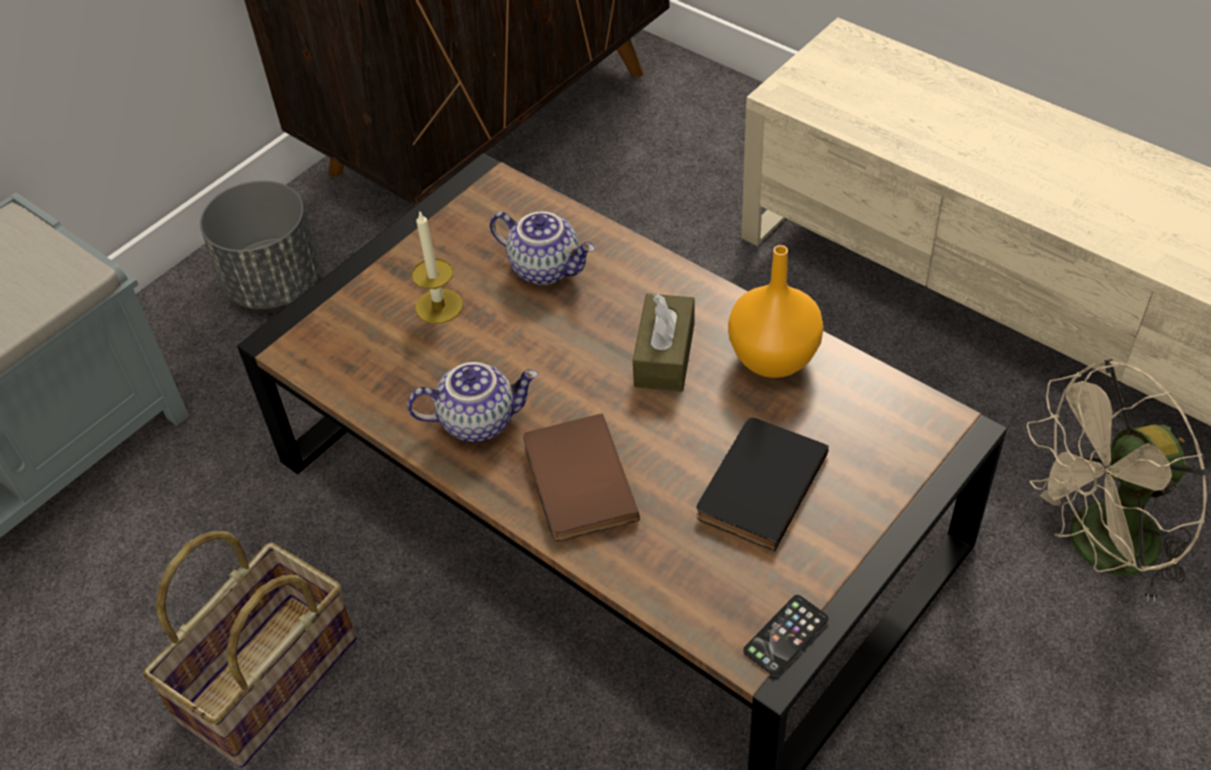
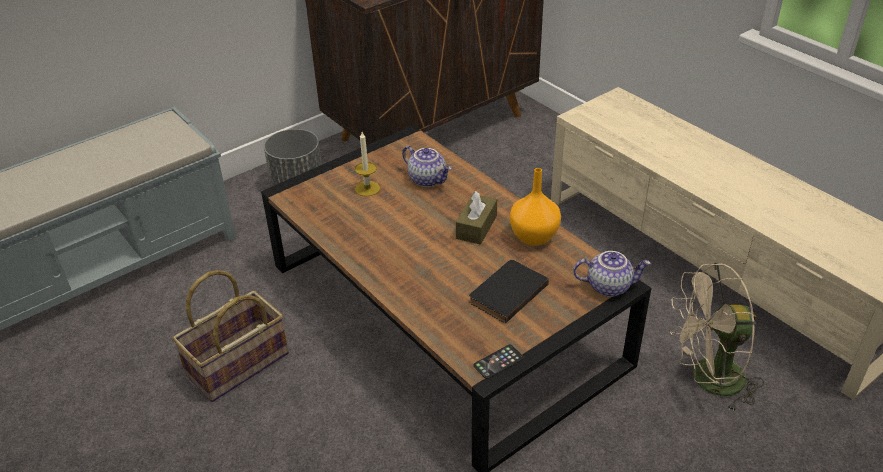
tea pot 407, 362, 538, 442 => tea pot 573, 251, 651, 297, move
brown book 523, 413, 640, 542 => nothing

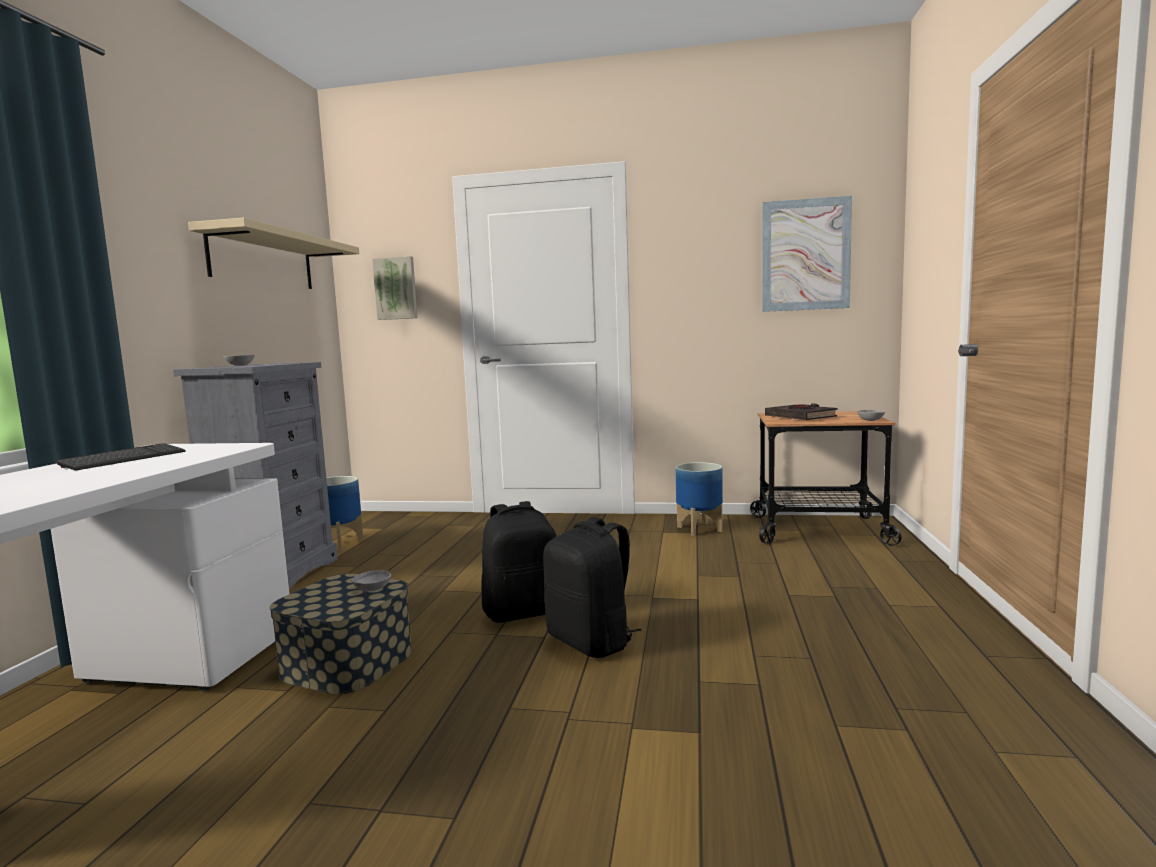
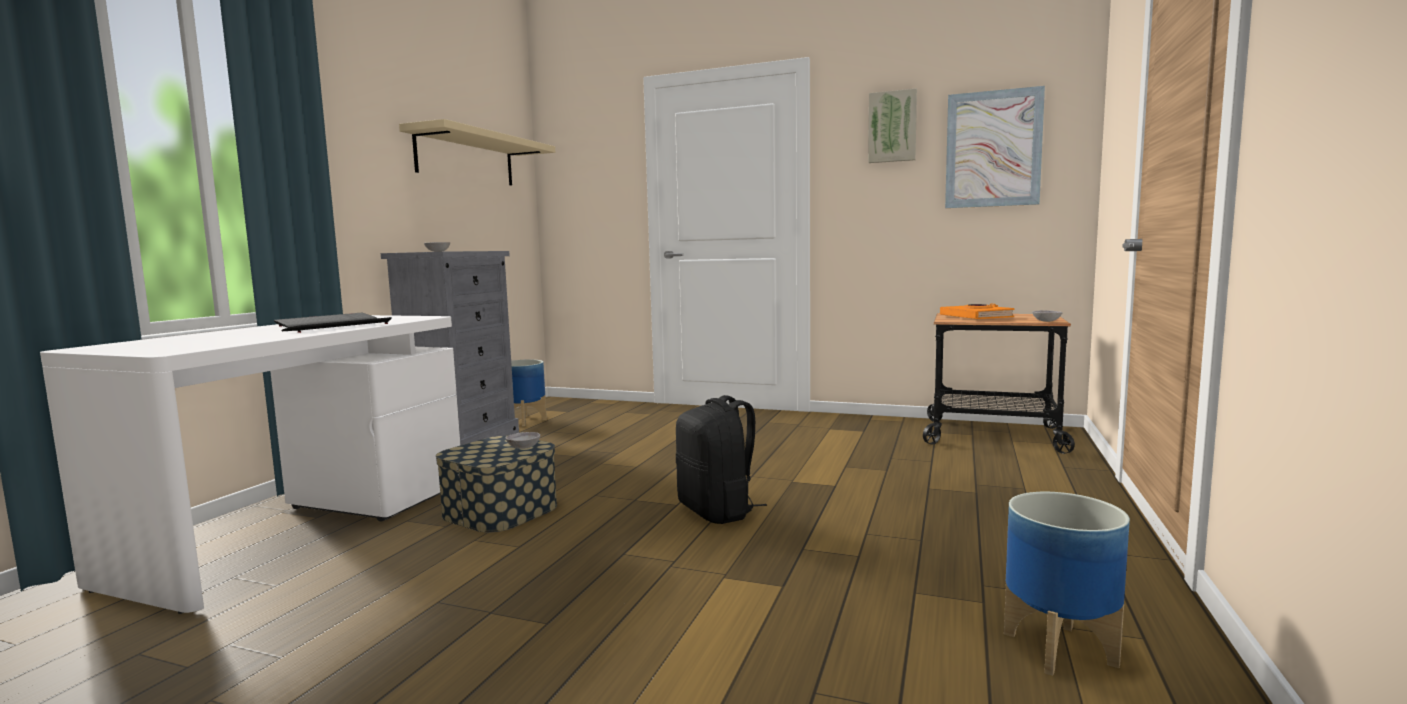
picture 372, 256, 417, 320 => picture 868, 88, 917, 163, move
black knapsack 481, 501, 557, 623 => nothing
flower pot 675, 462, 723, 536 => flower pot 1004, 492, 1130, 676, move
black book 765, 403, 837, 420 => orange-coloured book 940, 304, 1015, 319
nothing => keyboard 281, 317, 392, 333

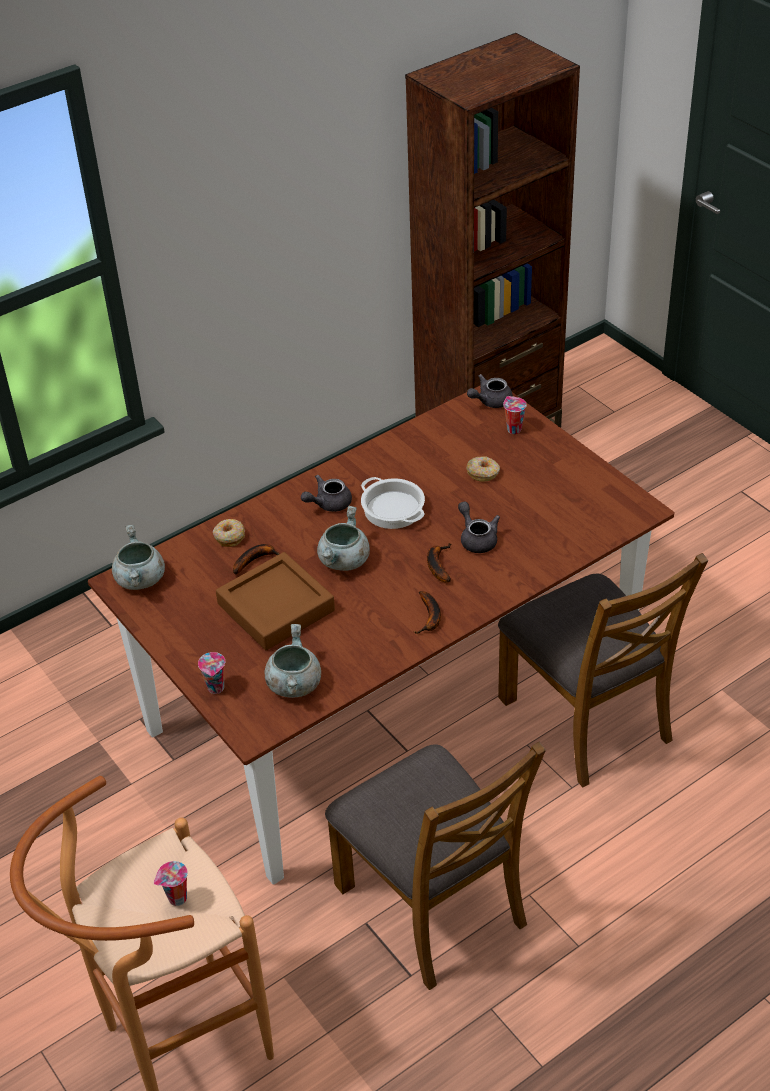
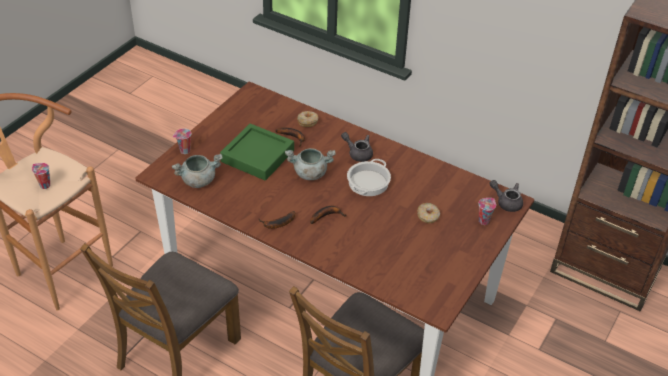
greyish cooking pot 112, 525, 165, 590 => nothing
brown carrying tray 216, 552, 335, 650 => greenish carrying tray 220, 123, 294, 181
greyish tea pot 458, 501, 500, 553 => nothing

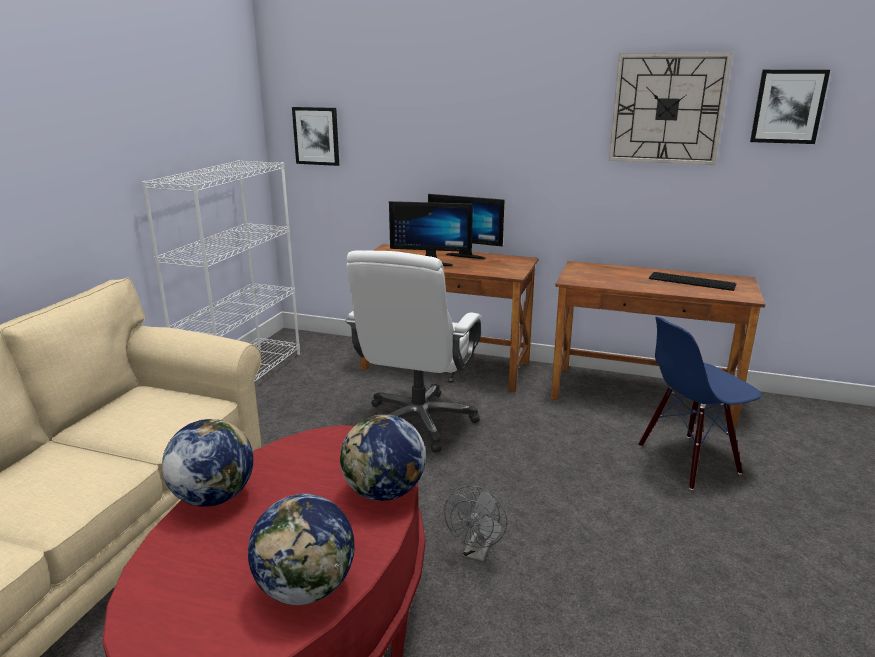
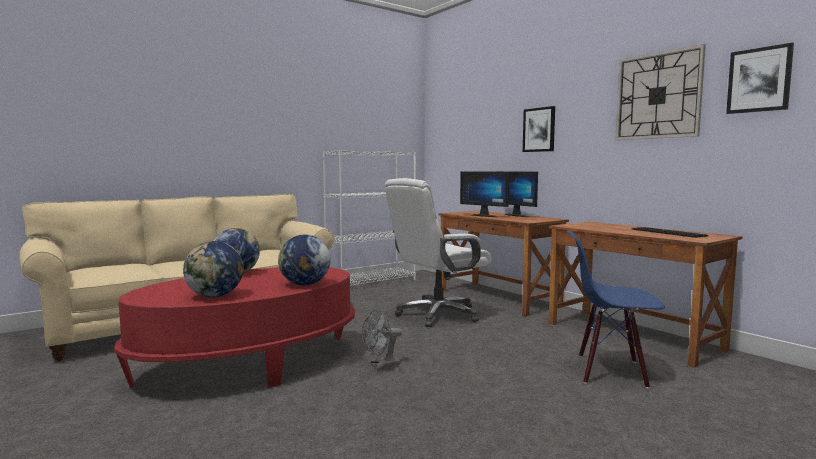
picture 292, 107, 339, 166 => picture 523, 106, 555, 152, move

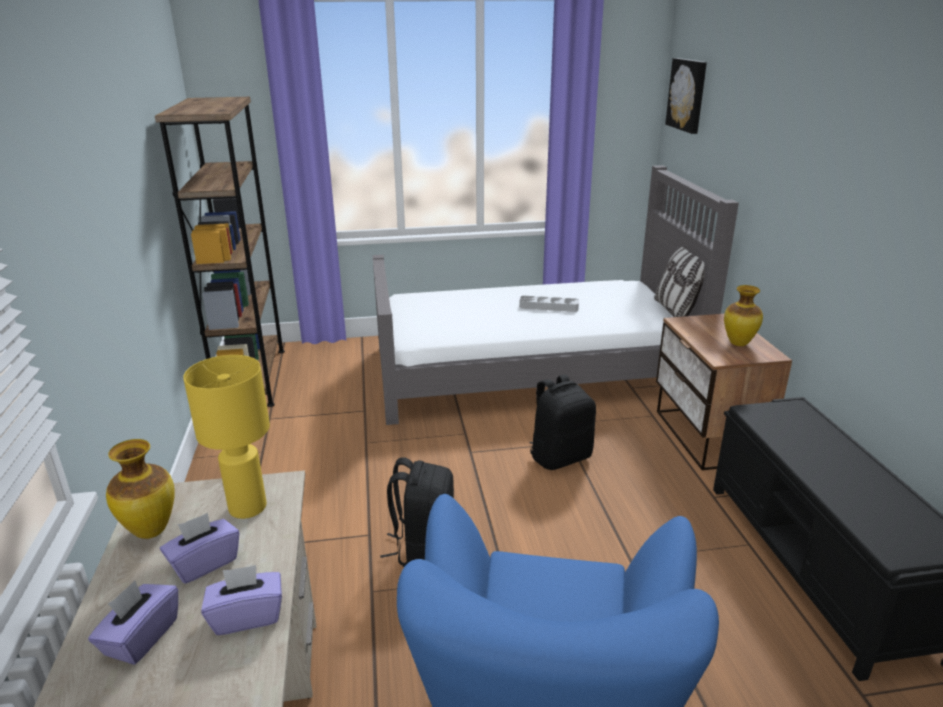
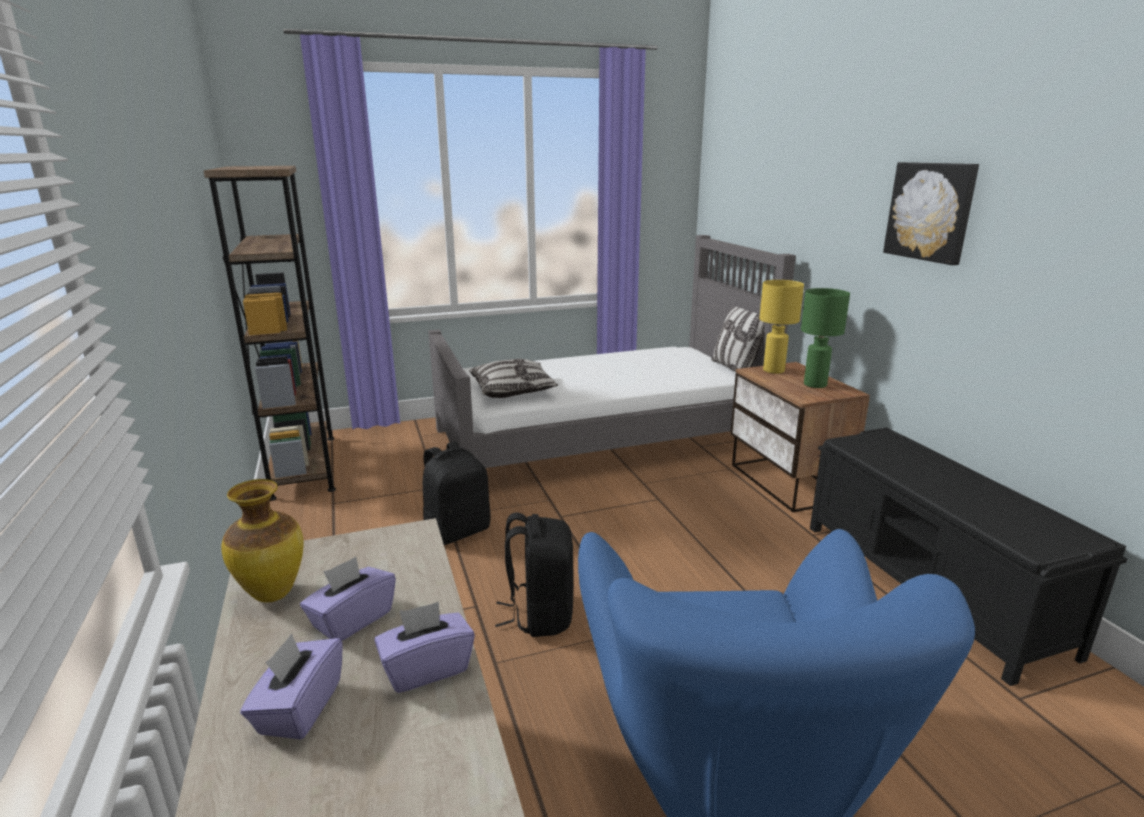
yellow tabletop lamp 183, 355, 270, 519 => yellow tabletop lamp 759, 280, 804, 374, move
greyish carrying tray 519, 296, 579, 312 => nothing
black knapsack 529, 374, 596, 470 => black knapsack 423, 441, 490, 545, move
picture 665, 58, 707, 134 => picture 883, 162, 979, 265, move
decorative vase 724, 285, 763, 346 => greenish tabletop lamp 801, 288, 850, 388
nothing => cushion 470, 359, 558, 398

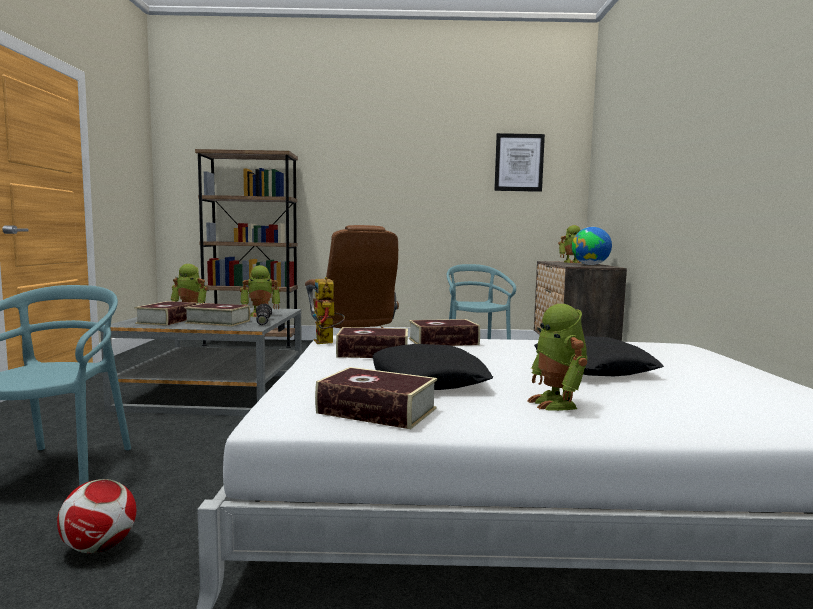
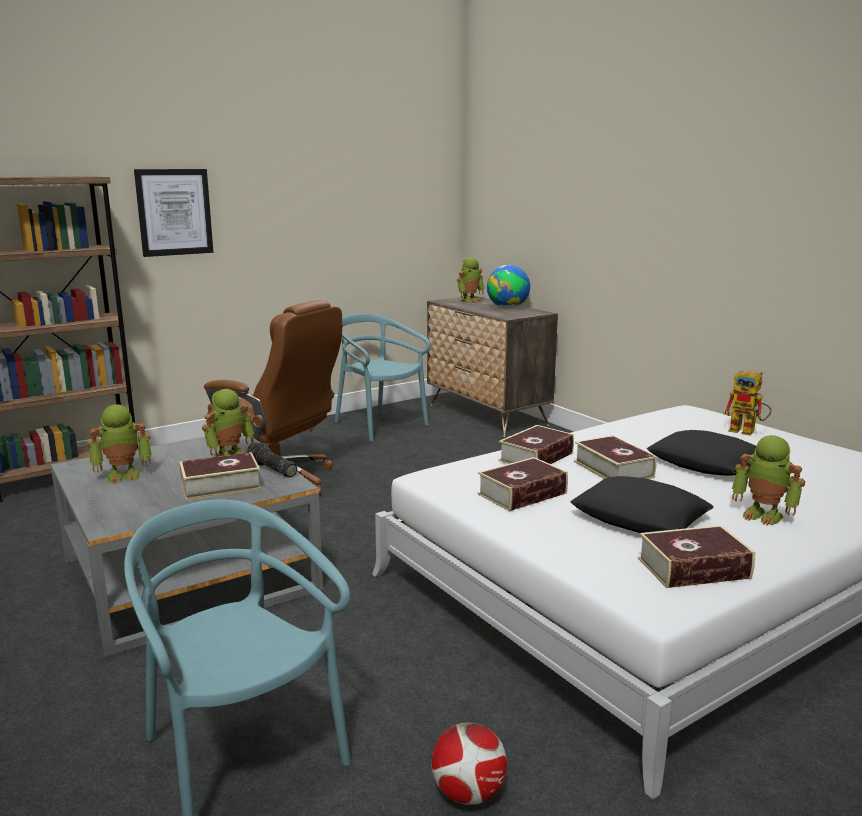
book 134, 301, 197, 326 => book 574, 436, 657, 479, move
toy robot 313, 277, 345, 344 => toy robot 723, 370, 771, 436, move
picture 494, 133, 545, 192 => picture 134, 169, 213, 257, move

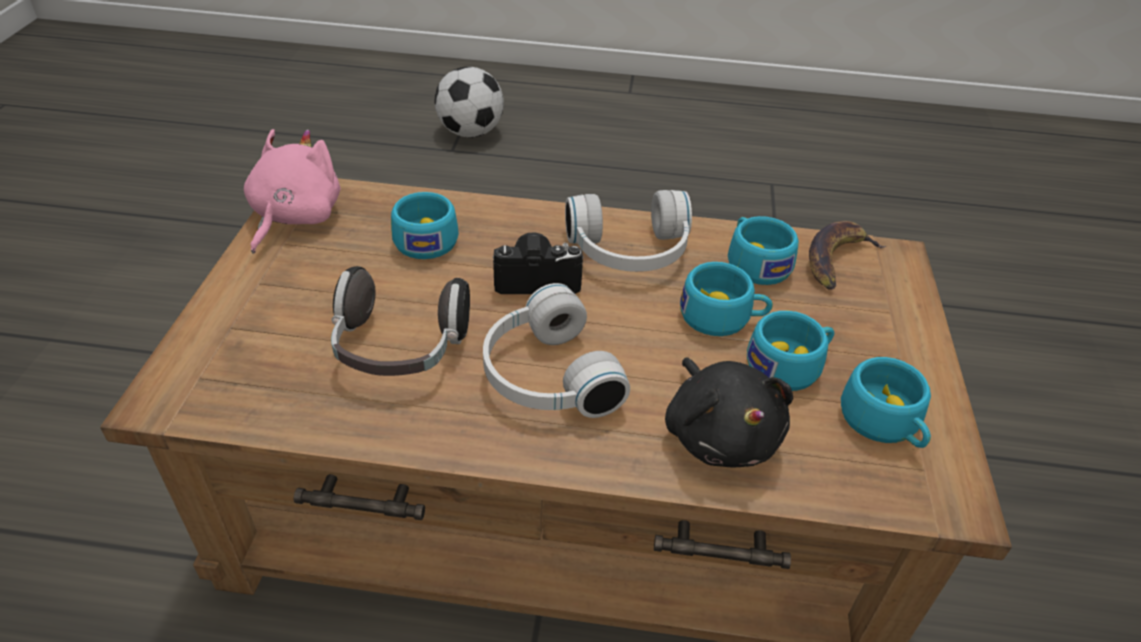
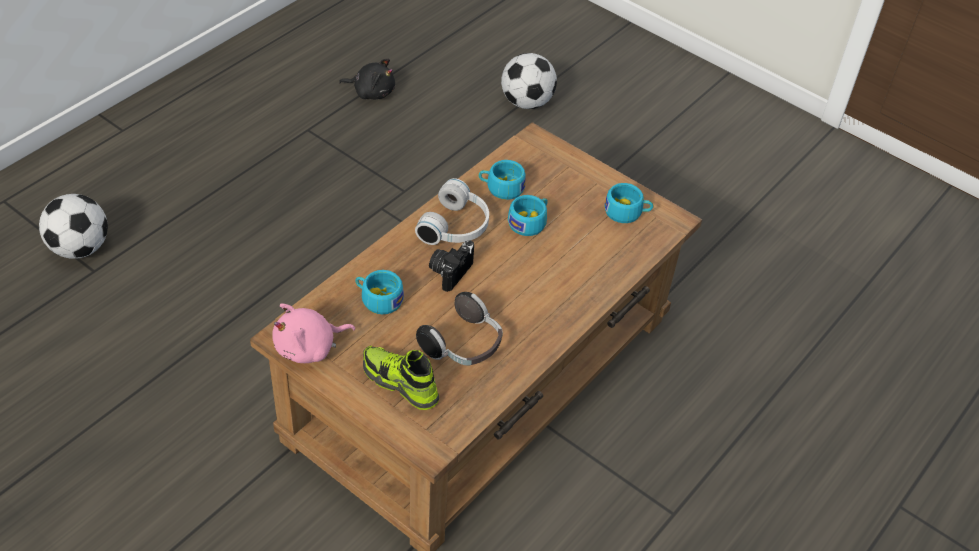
pink-coloured plush toy 244, 129, 341, 254 => pink-coloured plush toy 272, 303, 355, 363, 75 degrees counterclockwise
whitish headphones 483, 283, 630, 418 => nothing
black plush toy 665, 358, 793, 468 => black plush toy 339, 59, 395, 99, move
blue-green cup 747, 311, 834, 391 => nothing
banana fruit 809, 221, 886, 290 => nothing
nothing => low shoe 363, 345, 439, 410
nothing => ball for football 501, 53, 557, 109

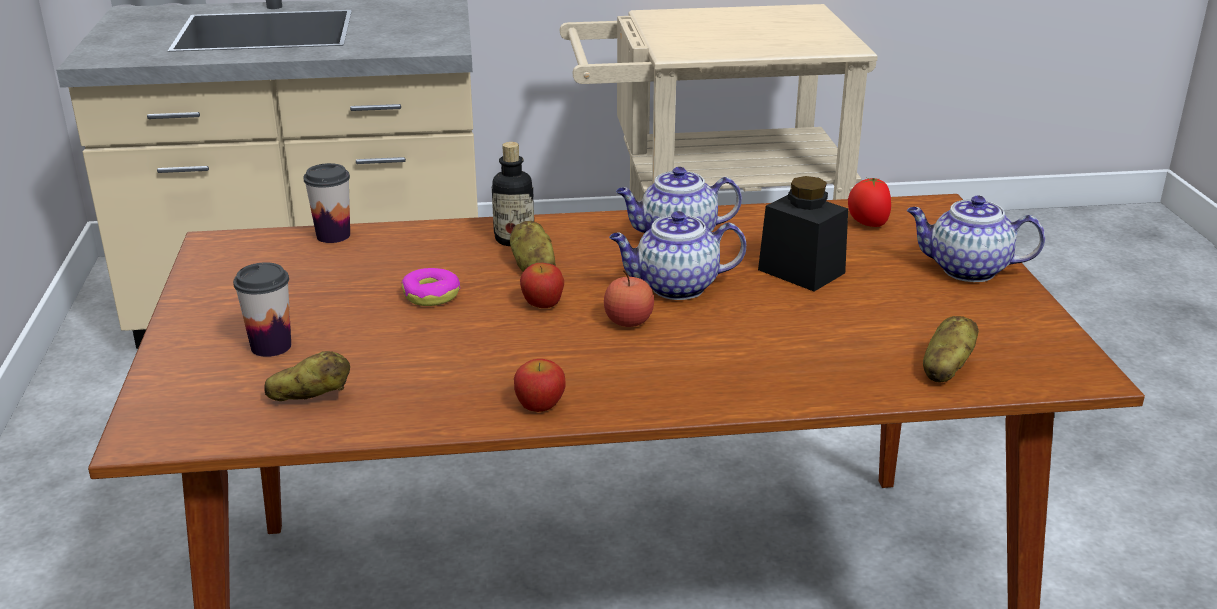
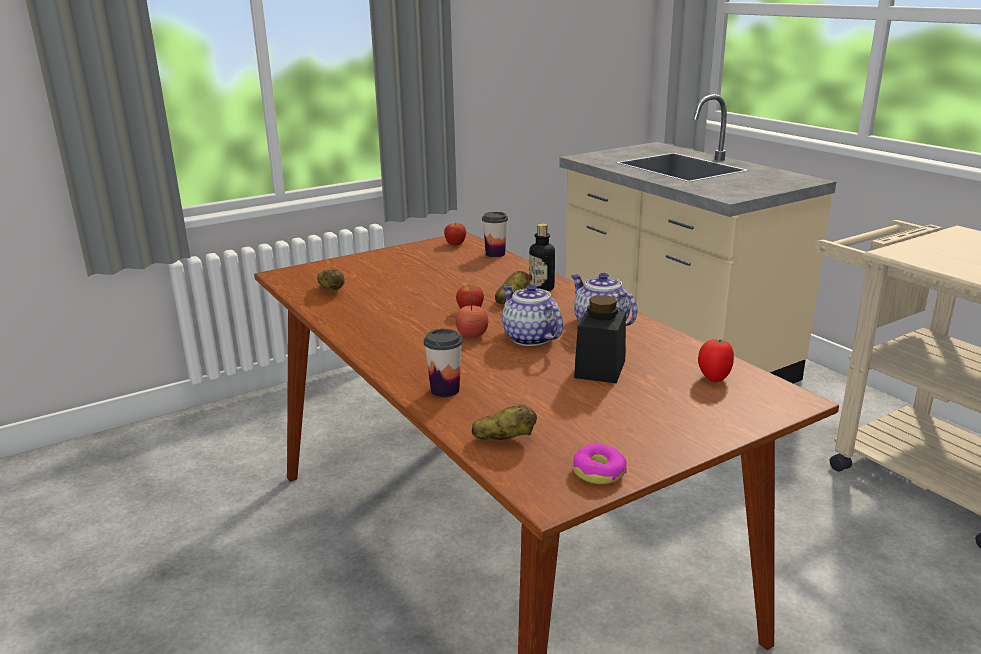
cup 233, 262, 291, 357 => cup 424, 329, 463, 397, move
ring doughnut 402, 268, 460, 306 => ring doughnut 573, 444, 627, 484, move
whole apple 514, 359, 566, 412 => whole apple 444, 223, 466, 245, move
tea pot 907, 196, 1045, 282 => nothing

